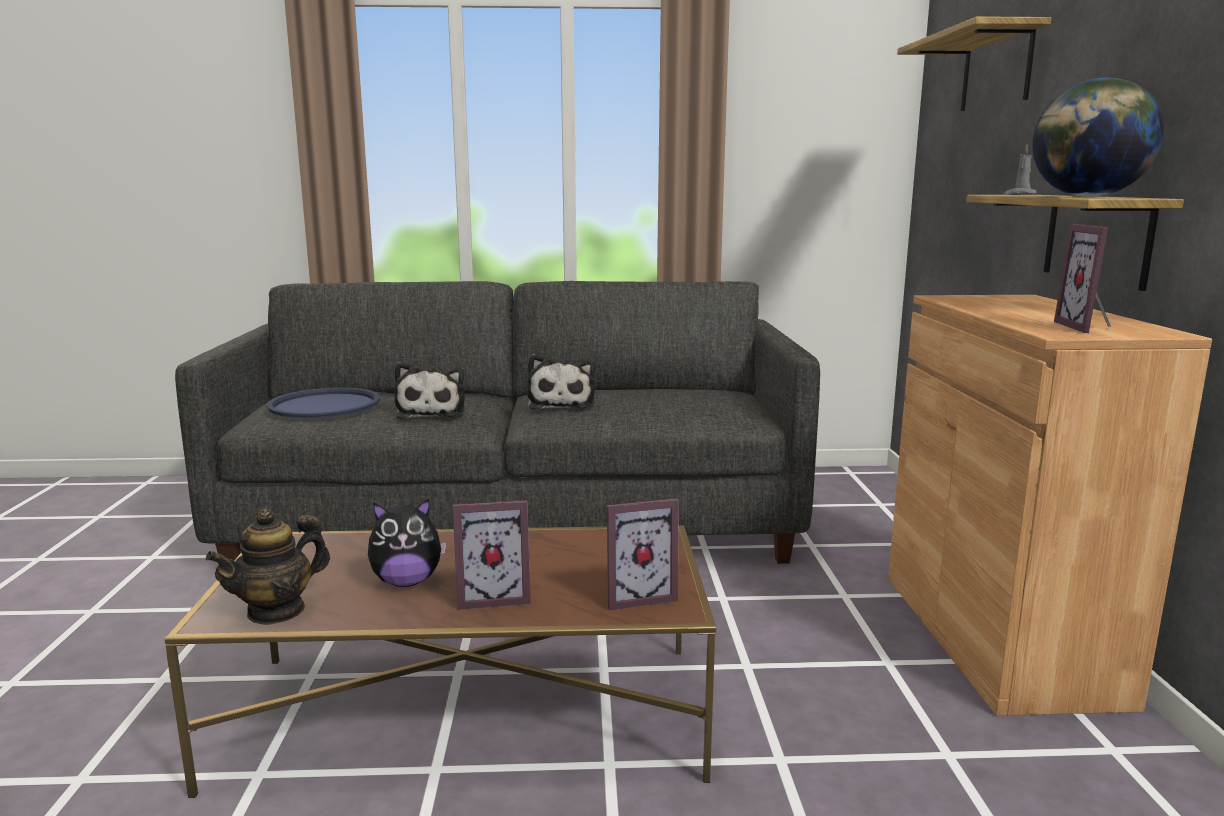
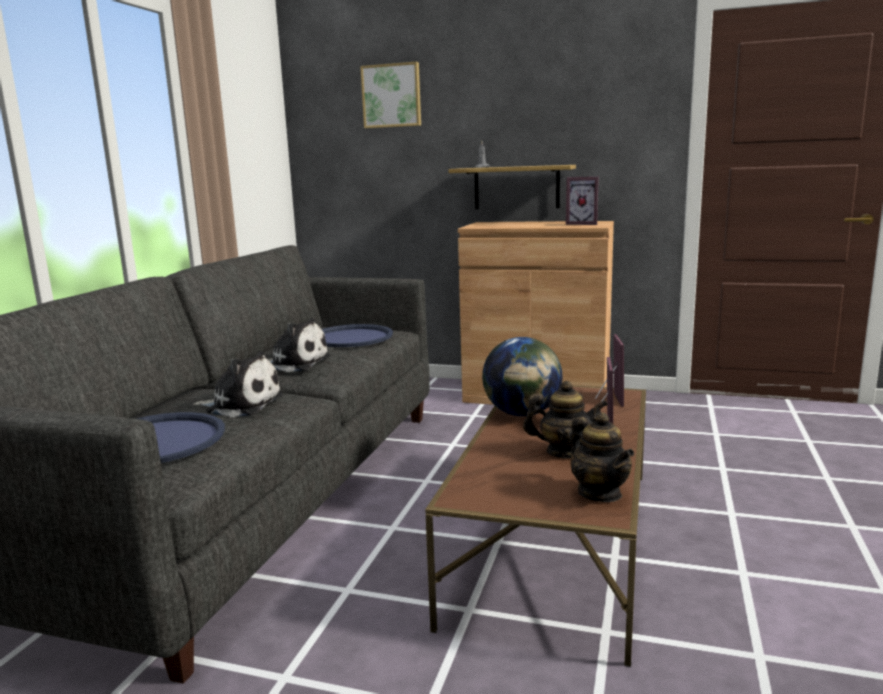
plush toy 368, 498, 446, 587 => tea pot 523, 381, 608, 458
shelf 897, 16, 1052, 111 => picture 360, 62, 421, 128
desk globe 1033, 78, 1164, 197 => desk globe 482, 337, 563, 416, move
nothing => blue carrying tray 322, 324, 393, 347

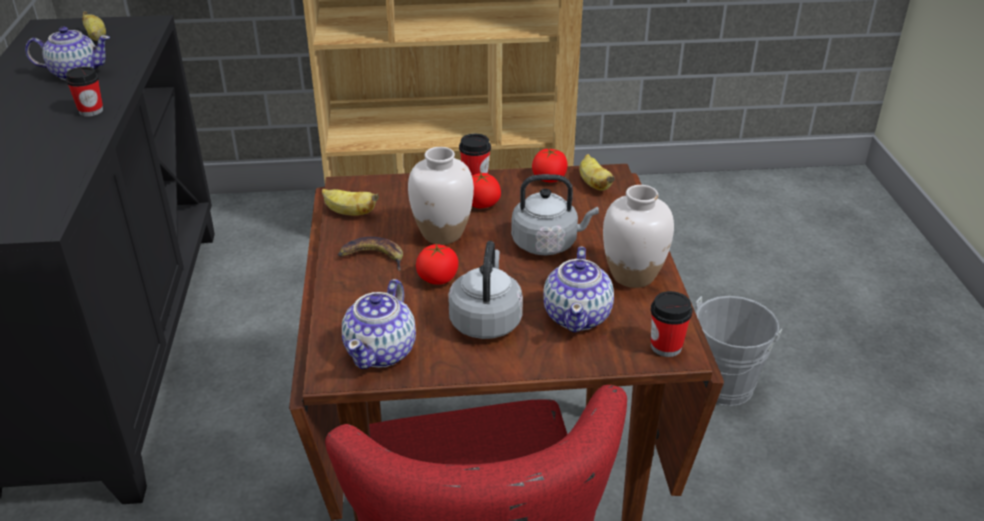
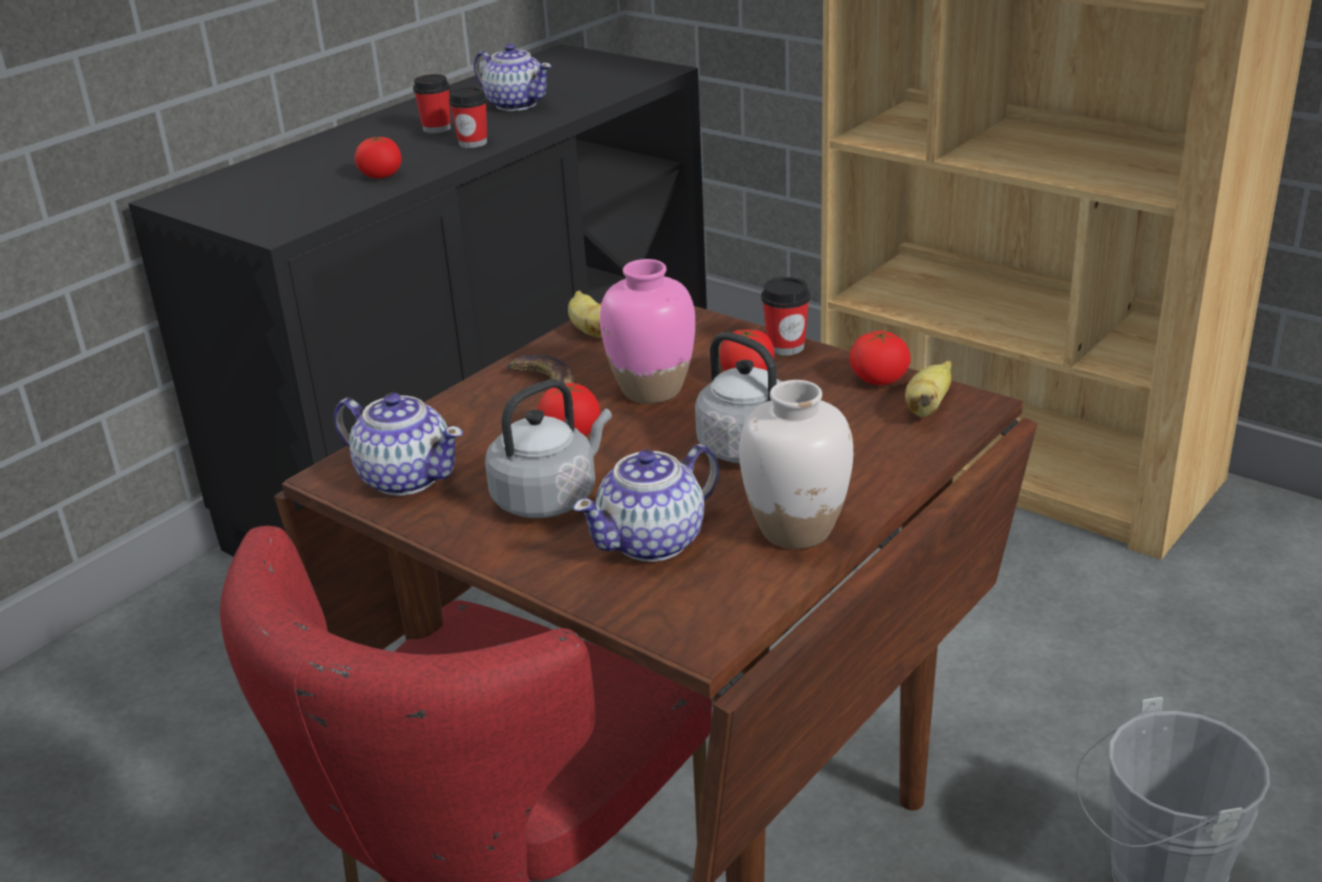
banana fruit 82, 12, 106, 41 => nothing
tea pot 342, 279, 416, 369 => tea pot 334, 393, 463, 496, 120 degrees counterclockwise
whitish decorative vase 408, 147, 474, 244 => pink-coloured decorative vase 600, 259, 695, 404
cup 651, 291, 692, 357 => cup 413, 74, 451, 133, move
nothing => whole tomato 354, 137, 401, 178

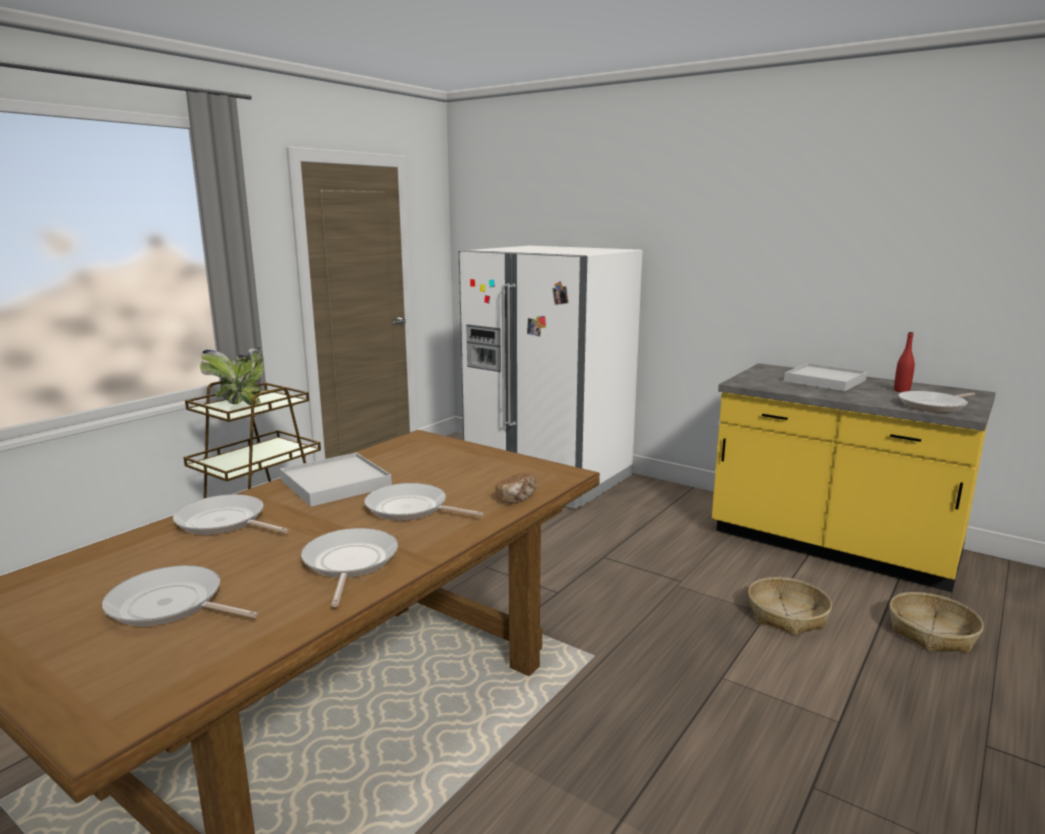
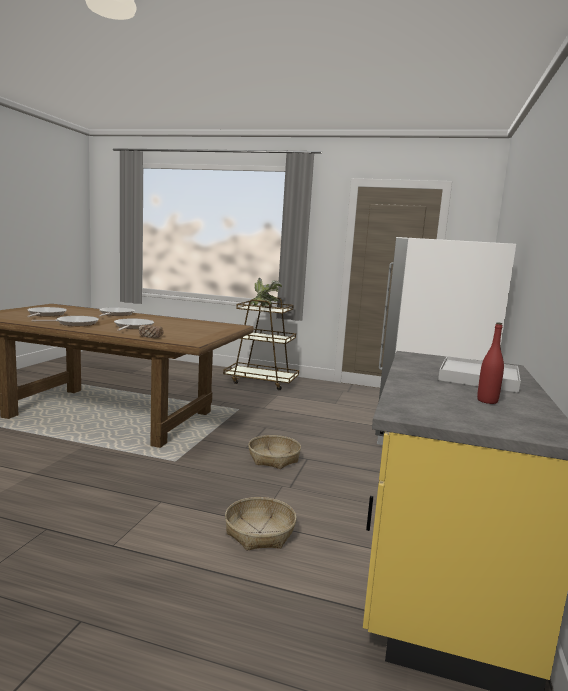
whitish carrying tray 280, 453, 392, 507 => nothing
basket 889, 592, 984, 653 => basket 248, 435, 301, 469, move
frying pan 898, 391, 975, 412 => nothing

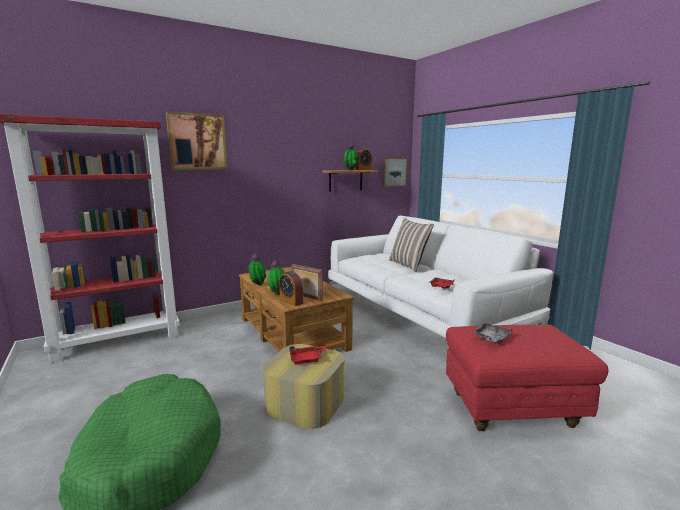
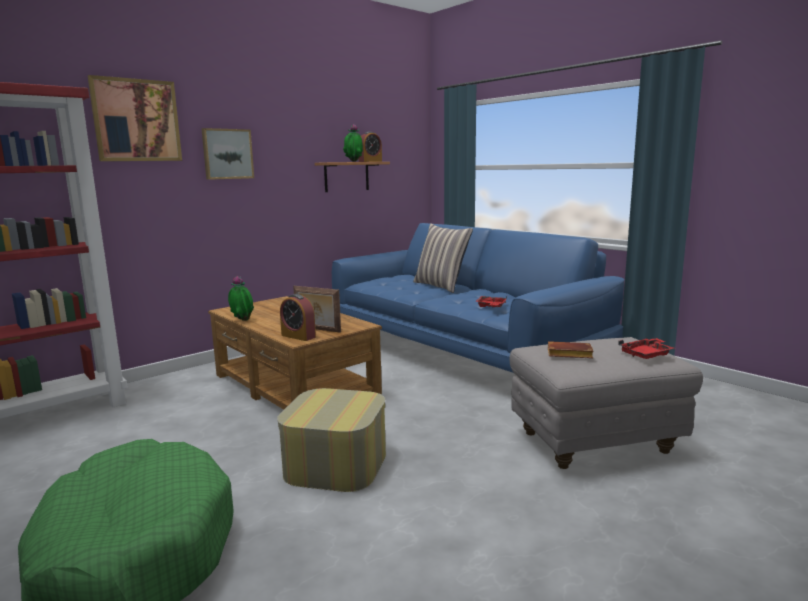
houseplant 268, 260, 285, 295 => nothing
red-coloured carrying tray 289, 346, 326, 365 => red-coloured carrying tray 618, 338, 674, 359, move
whitish sofa 328, 216, 553, 338 => blue sofa 332, 223, 625, 373
picture 383, 158, 407, 187 => picture 202, 128, 254, 180, move
red-coloured footrest 446, 325, 608, 431 => greyish footrest 509, 337, 703, 469
greyish carrying tray 473, 323, 513, 343 => brown book 548, 341, 594, 359

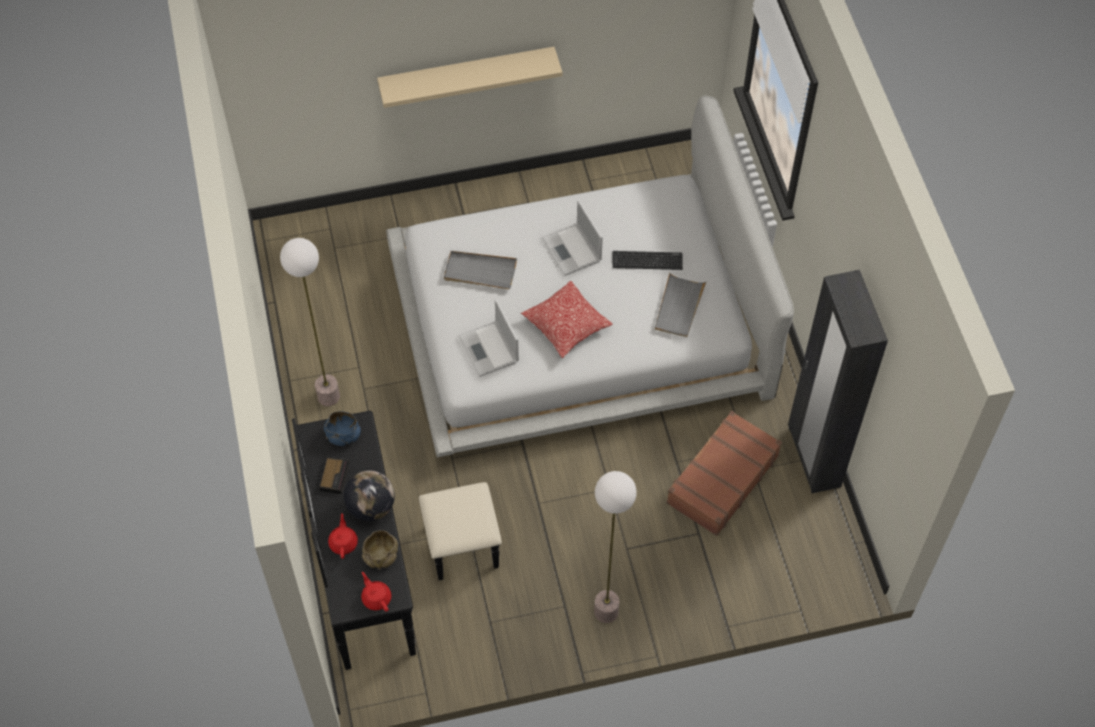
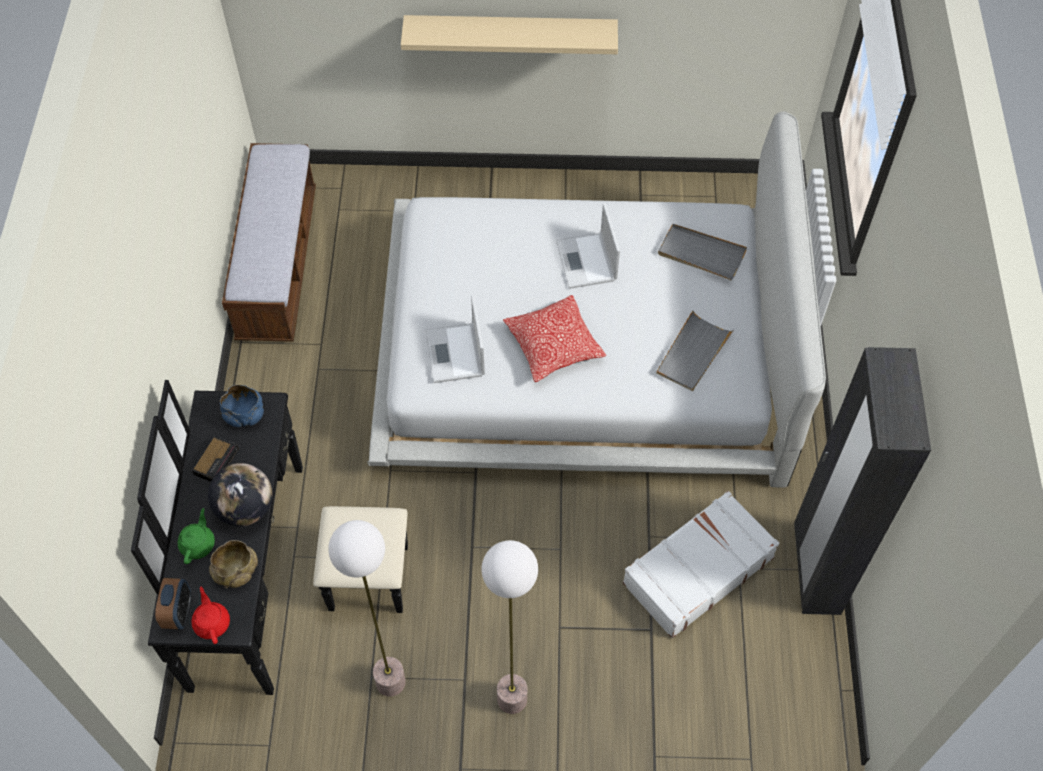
floor lamp 280, 238, 340, 406 => floor lamp 328, 520, 406, 697, move
red-coloured tea pot 328, 513, 358, 559 => greenish tea pot 178, 508, 215, 564
greyish carrying tray 444, 251, 517, 290 => greyish carrying tray 658, 224, 747, 281, move
keyboard 612, 251, 683, 270 => nothing
brown suitcase 666, 411, 782, 536 => whitish suitcase 623, 491, 779, 638
nothing => bedside clock 155, 578, 191, 630
nothing => bench 222, 143, 316, 342

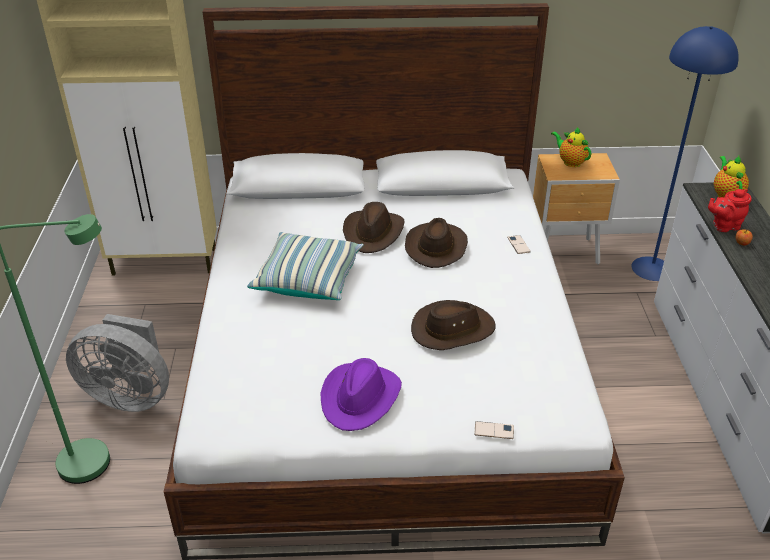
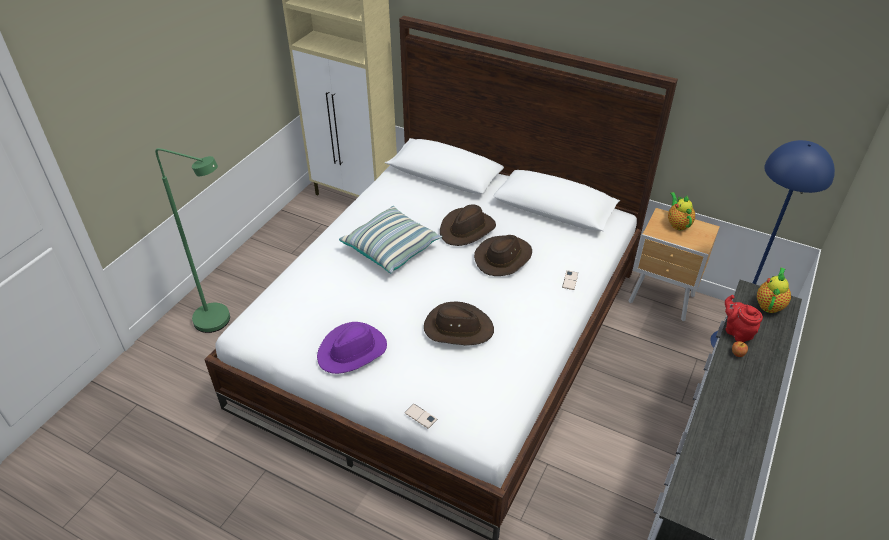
greyish fan 66, 314, 169, 412 => nothing
red-coloured tea pot 708, 189, 752, 232 => red-coloured tea pot 725, 295, 763, 342, 45 degrees clockwise

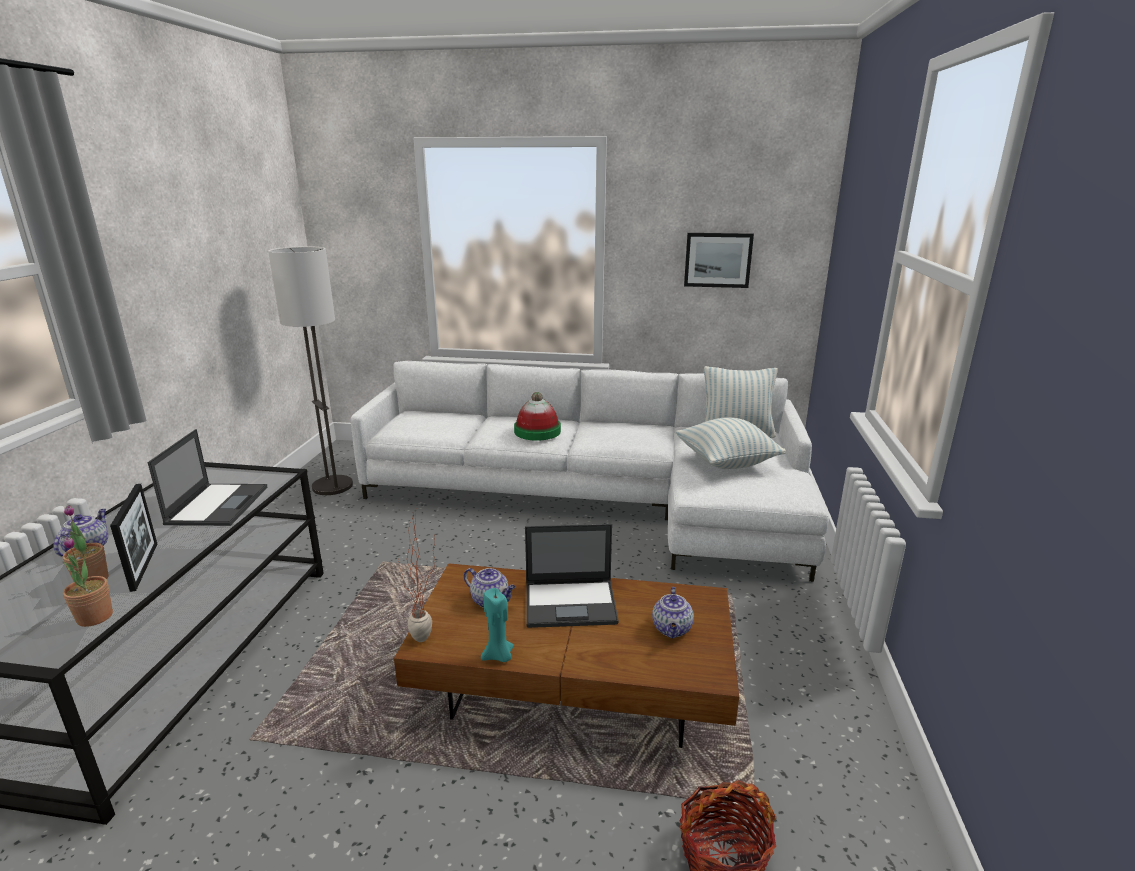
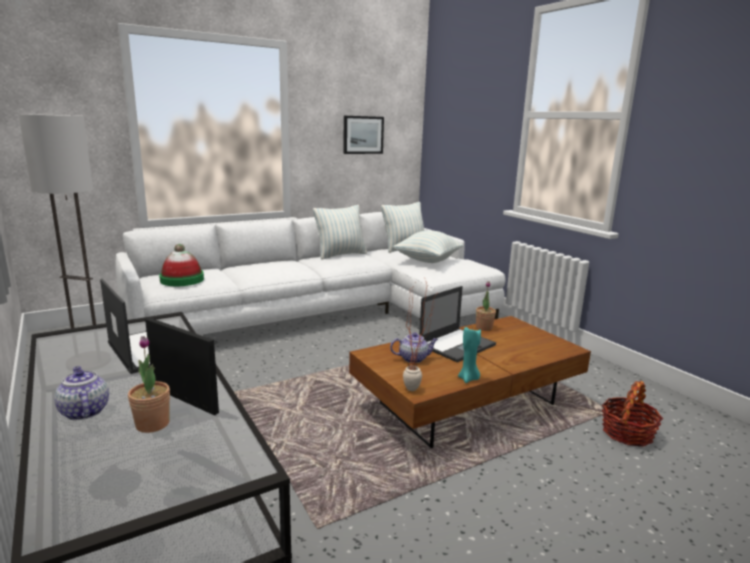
houseplant 62, 537, 113, 627 => houseplant 476, 281, 496, 331, move
hat 514, 392, 561, 441 => hat 159, 244, 204, 286, move
tea pot 652, 587, 694, 638 => nothing
nothing => cushion 313, 205, 367, 260

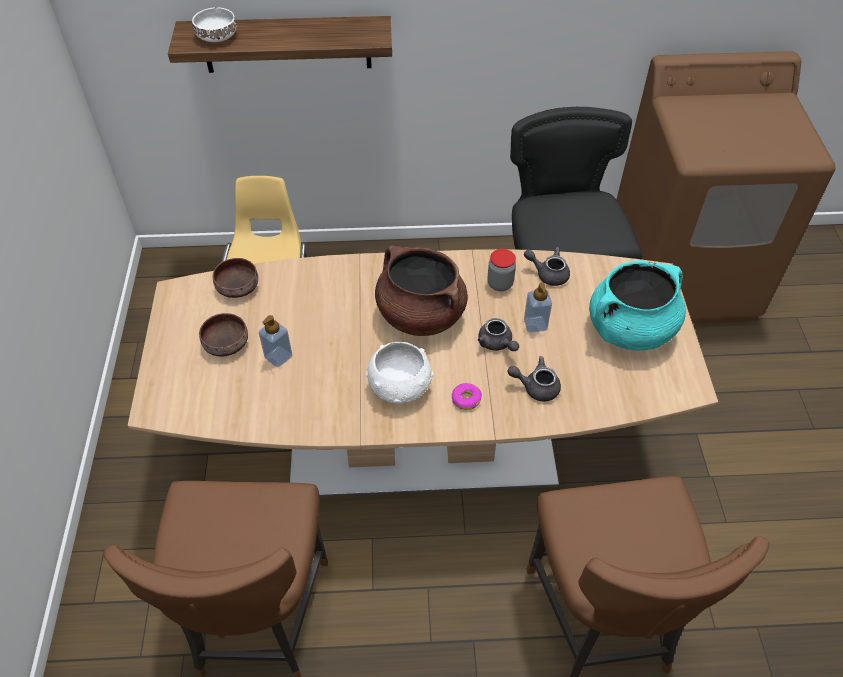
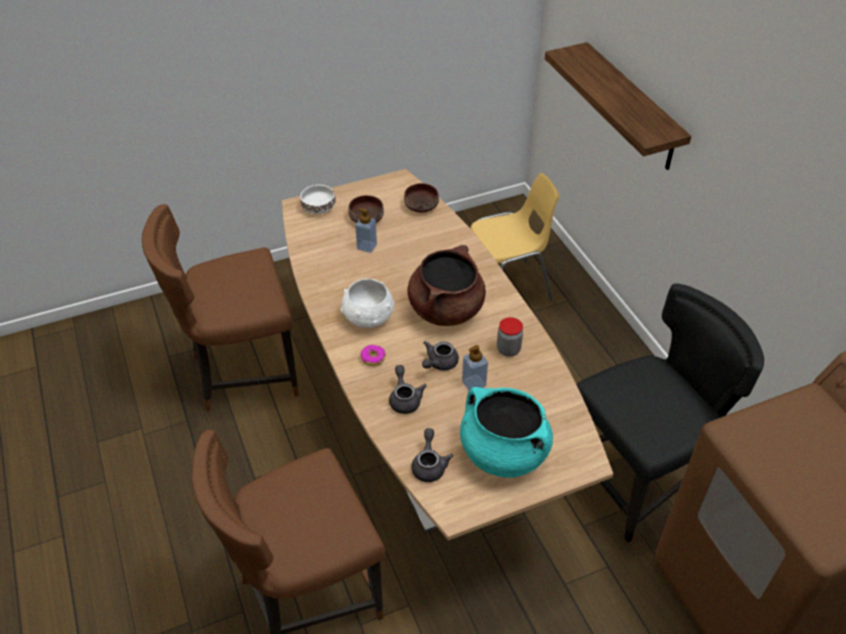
whitish deep dish 192, 7, 237, 42 => whitish deep dish 300, 185, 335, 214, move
greyish tea pot 524, 247, 570, 286 => greyish tea pot 411, 428, 453, 482, move

